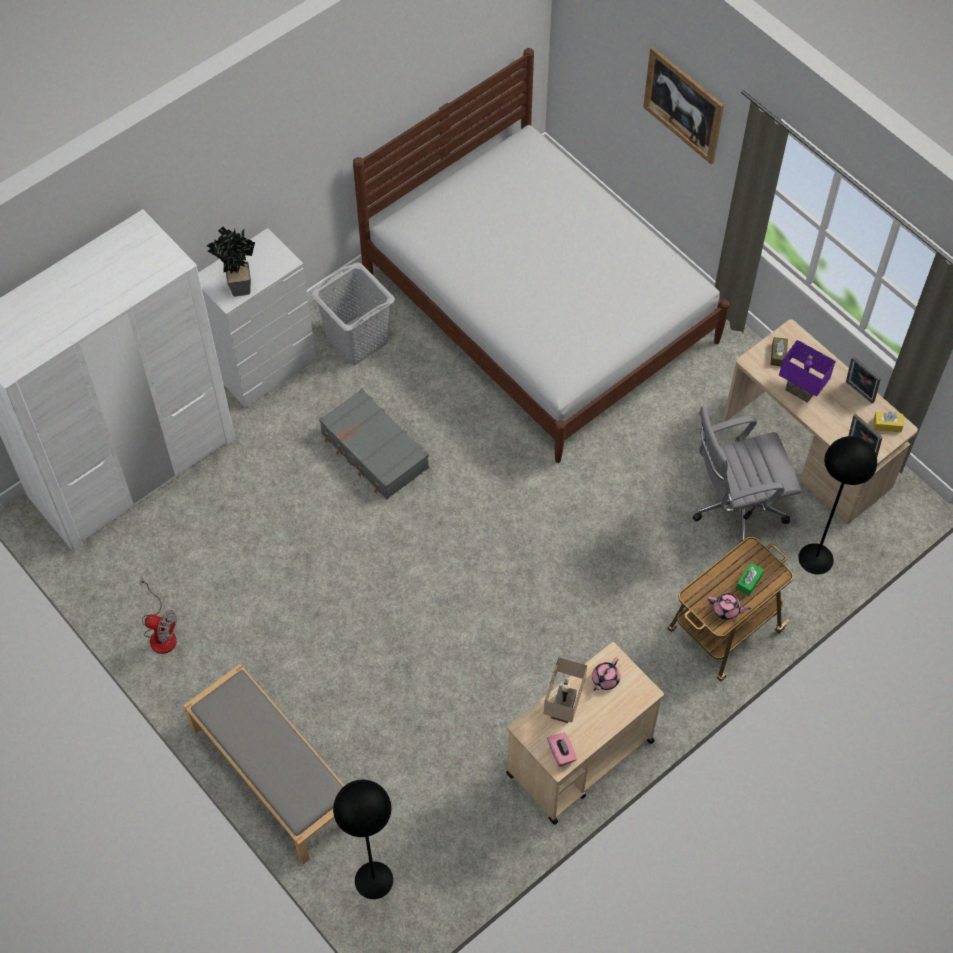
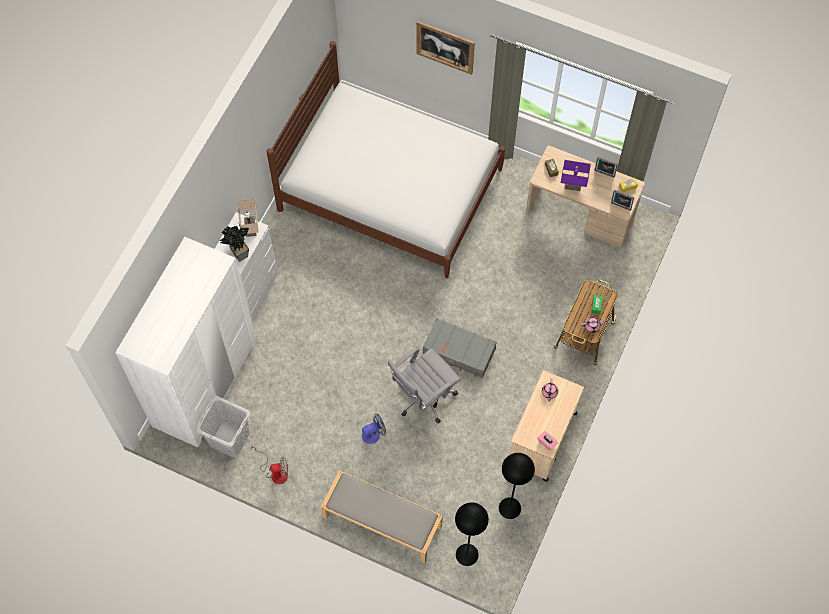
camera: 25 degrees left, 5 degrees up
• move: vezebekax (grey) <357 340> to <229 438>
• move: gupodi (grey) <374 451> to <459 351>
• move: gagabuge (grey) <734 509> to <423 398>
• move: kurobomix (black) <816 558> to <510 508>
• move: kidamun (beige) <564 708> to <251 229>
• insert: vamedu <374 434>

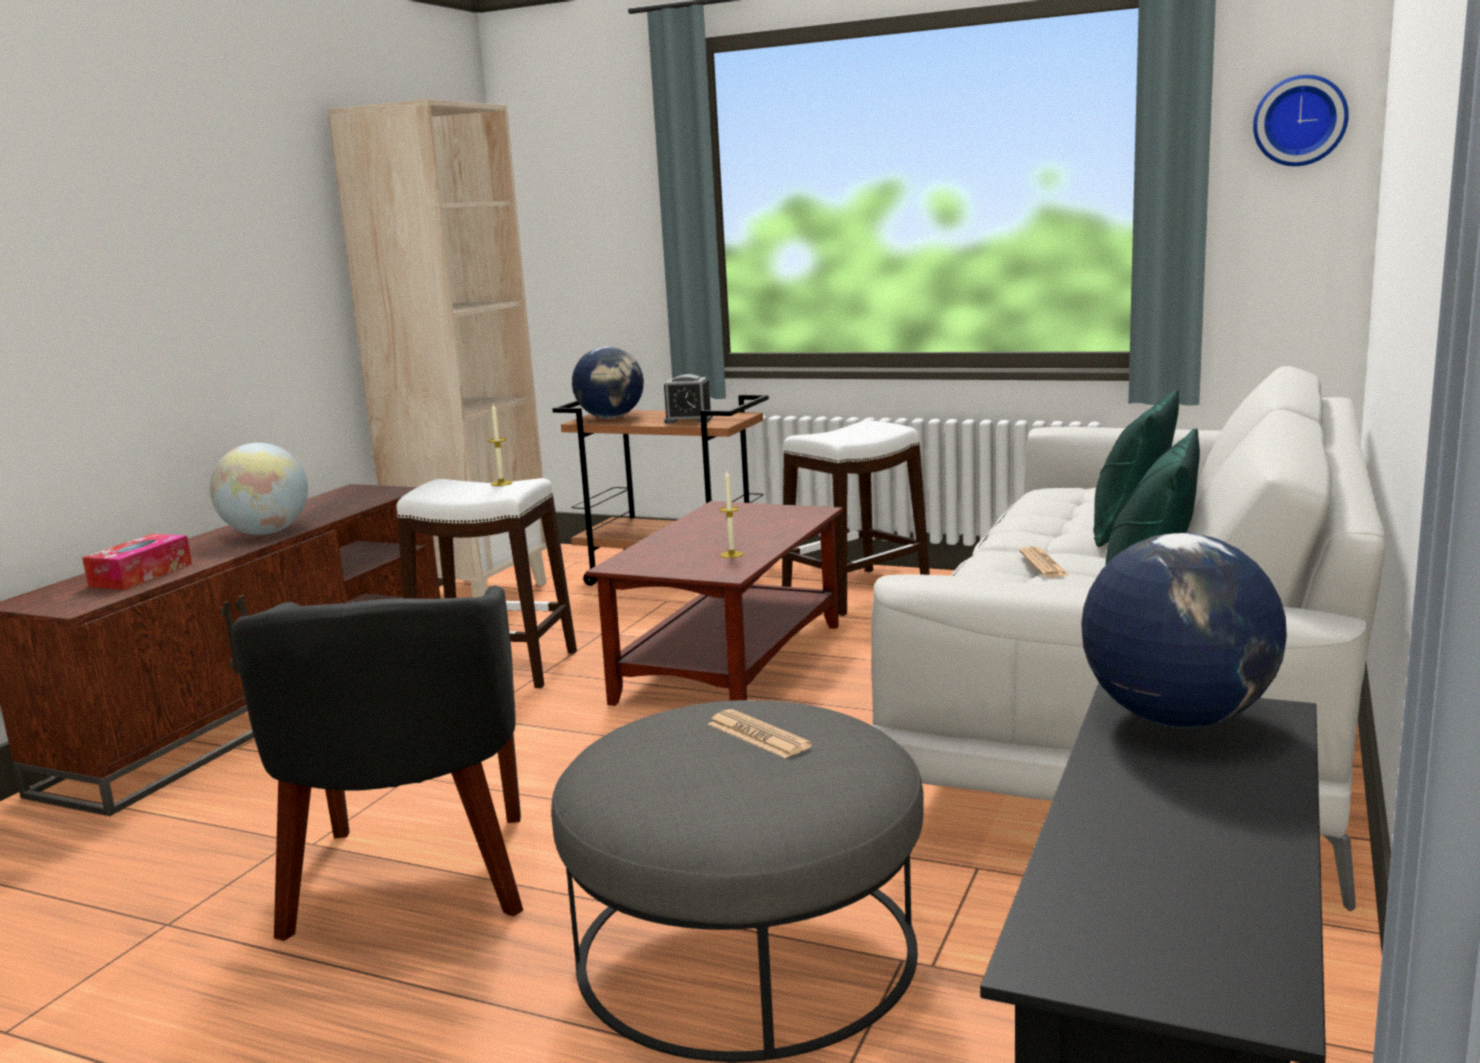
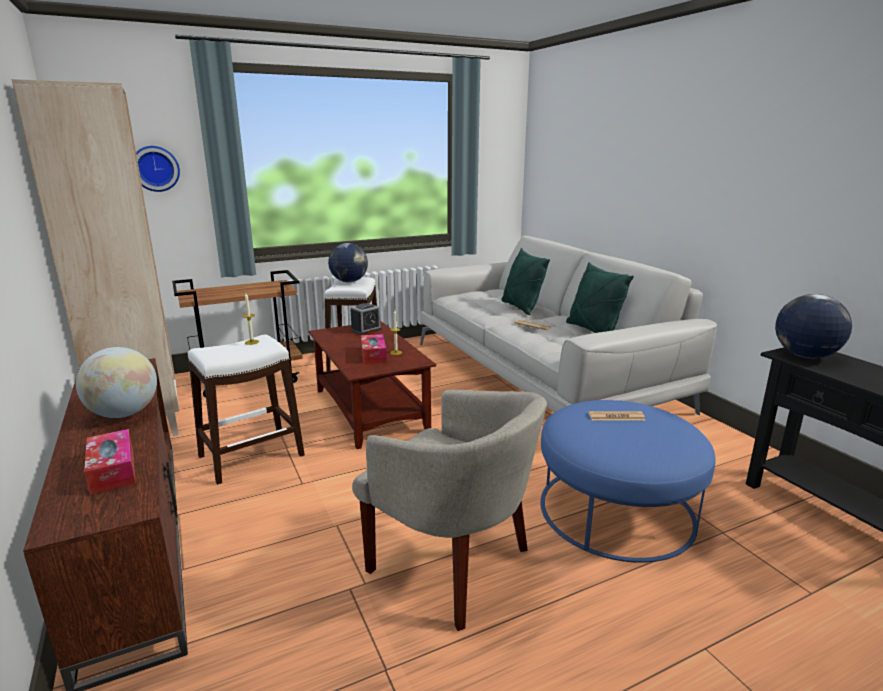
camera: 50 degrees left, 5 degrees up
• move: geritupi <1300 121> to <155 168>
• move: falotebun <611 417> to <349 281>
• move: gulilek <688 420> to <366 330>
• recolor: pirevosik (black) <412 880> to pirevosik (beige) <453 565>
• recolor: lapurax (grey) <746 949> to lapurax (blue) <616 510>
• insert: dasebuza <373 355>

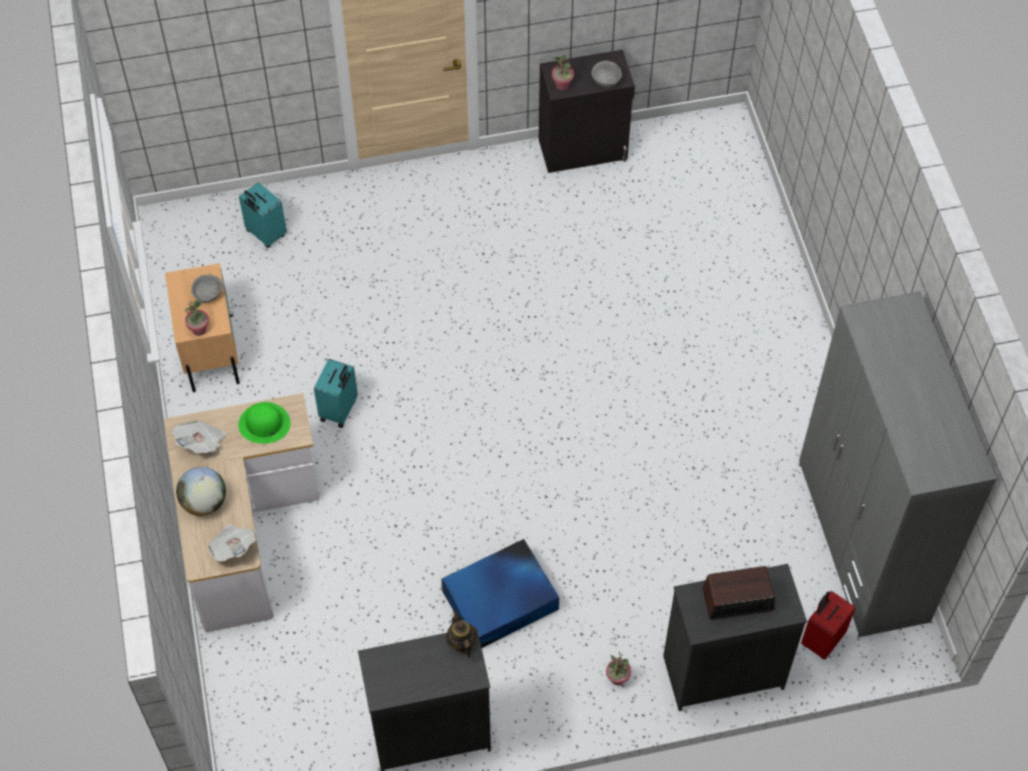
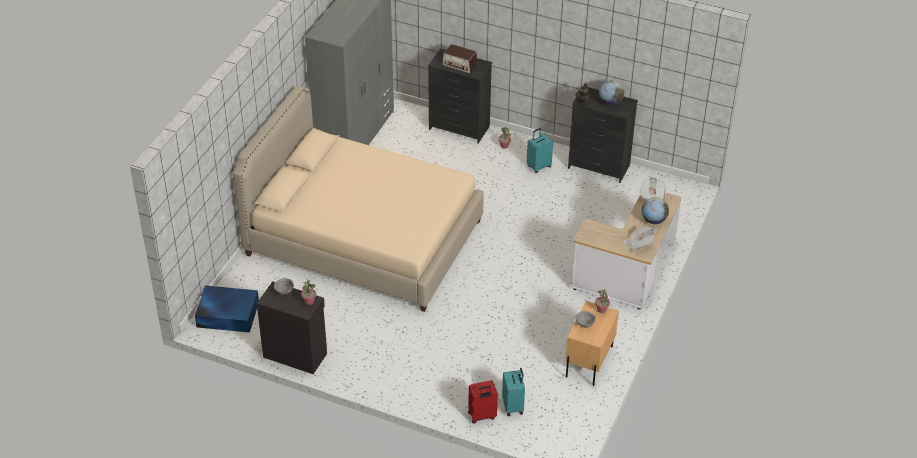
camera: 145 degrees left, 15 degrees down
• move: gupodi (turquoise) <339 410> to <538 166>
• delete: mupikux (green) <264 424>
• move: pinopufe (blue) <502 600> to <227 314>
• move: gupodi (red) <821 639> to <482 416>
• insert: falotebun <610 102>
• insert: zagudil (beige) <364 238>

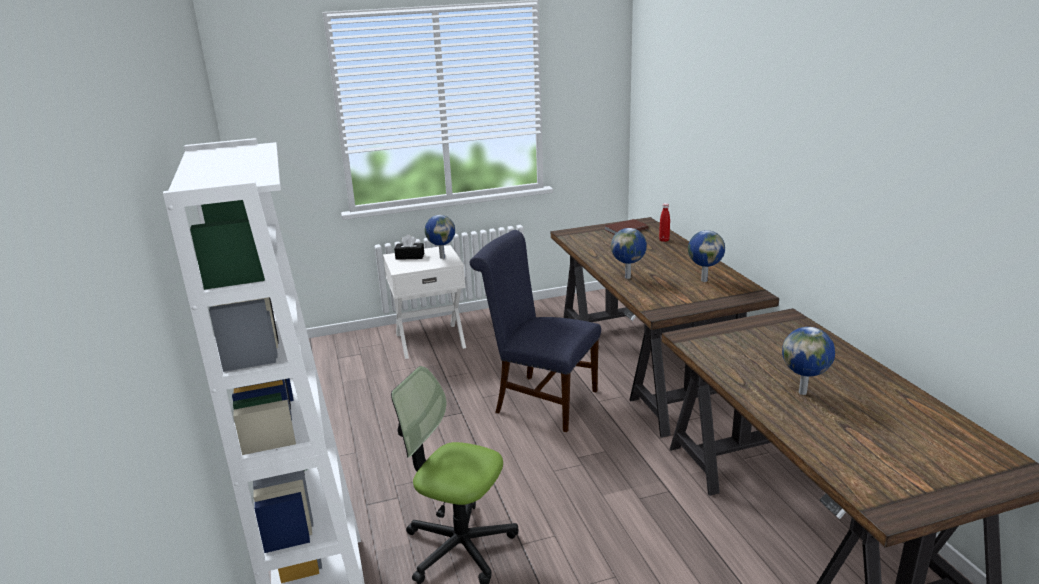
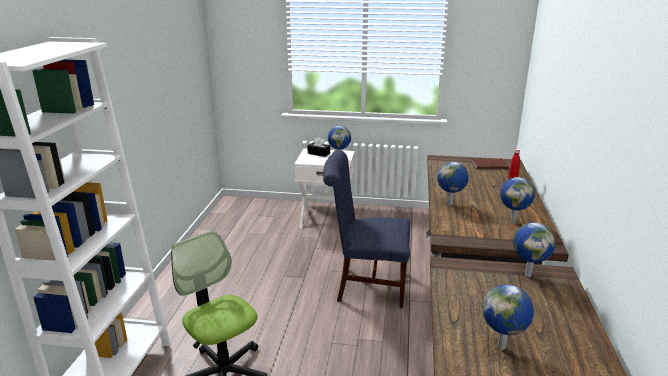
camera: 25 degrees right, 0 degrees up
• rotate: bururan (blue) <540 400> = <366 285> 45 degrees counterclockwise
• insert: falotebun <528 274>

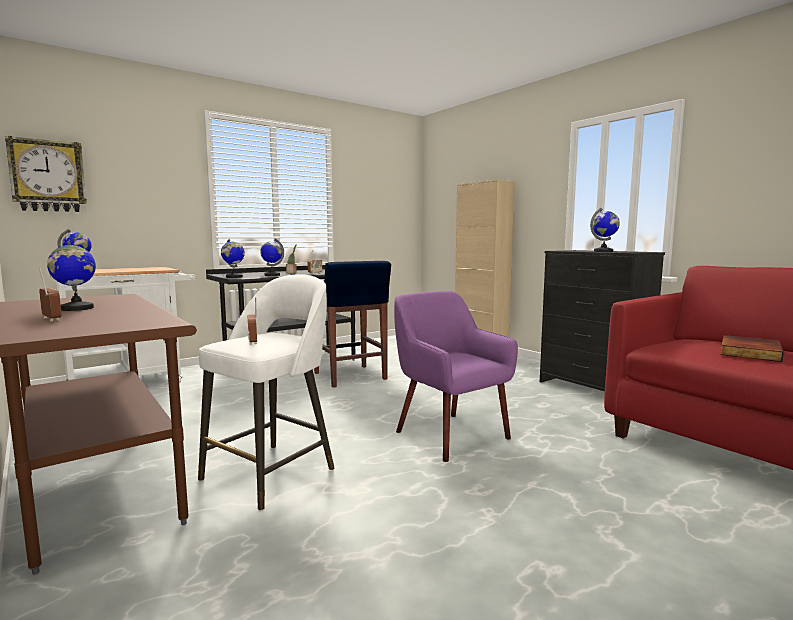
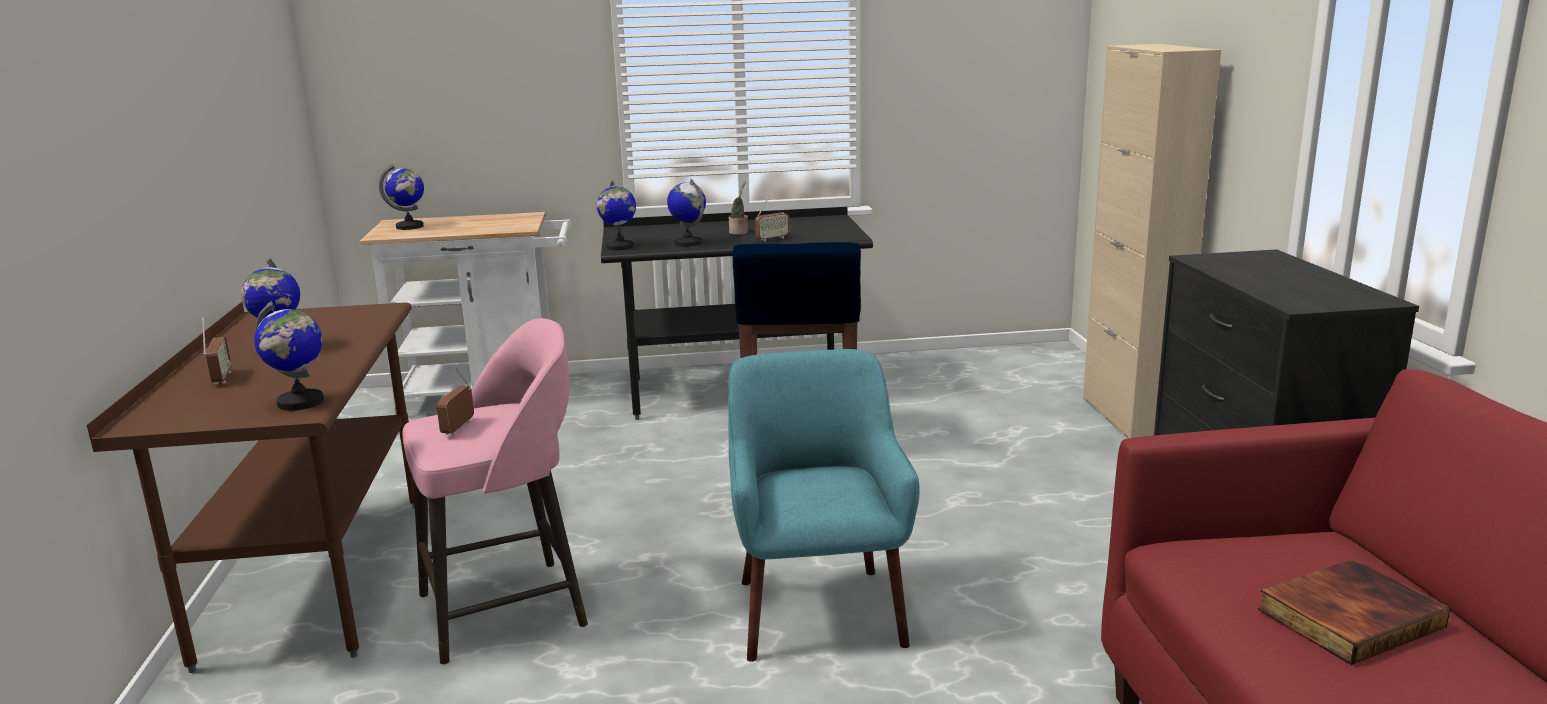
camera: 30 degrees right, 10 degrees up
• delete: geritupi <48 176>
• move: falotebun <603 251> to <300 402>
• recolor: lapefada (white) <271 472> to lapefada (pink) <508 609>
• recolor: pirevosik (purple) <450 435> to pirevosik (turquoise) <818 611>

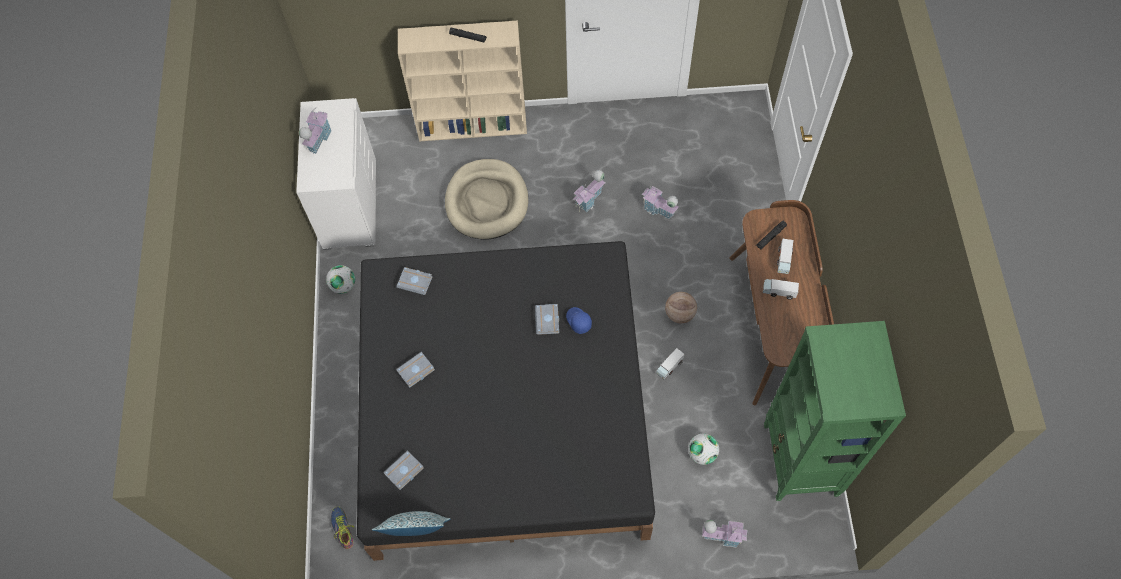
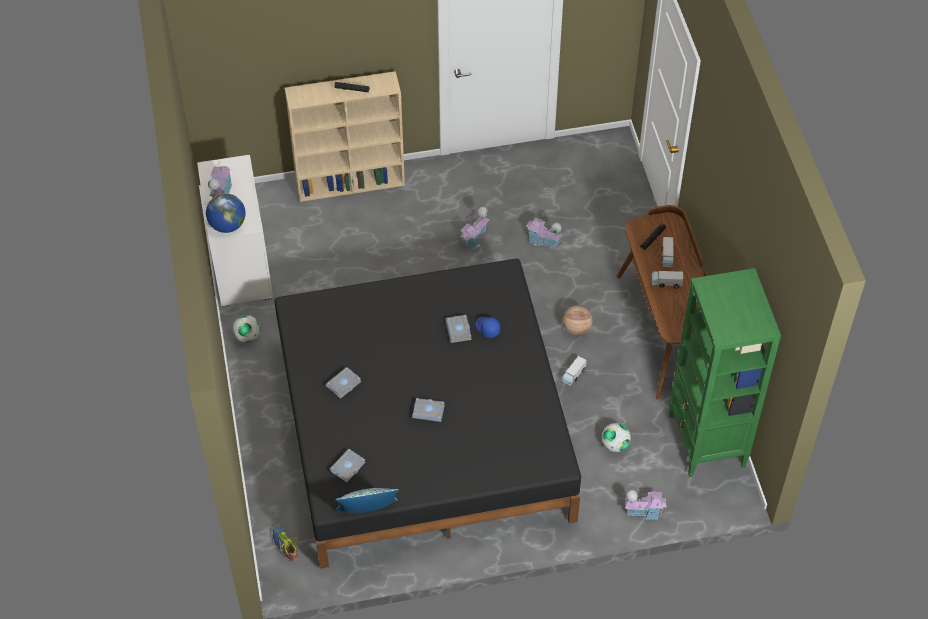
camera: 10 degrees left, 10 degrees down
• delete: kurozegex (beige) <487 201>
• move: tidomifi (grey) <416 281> to <429 411>
• insert: falotebun <227 225>

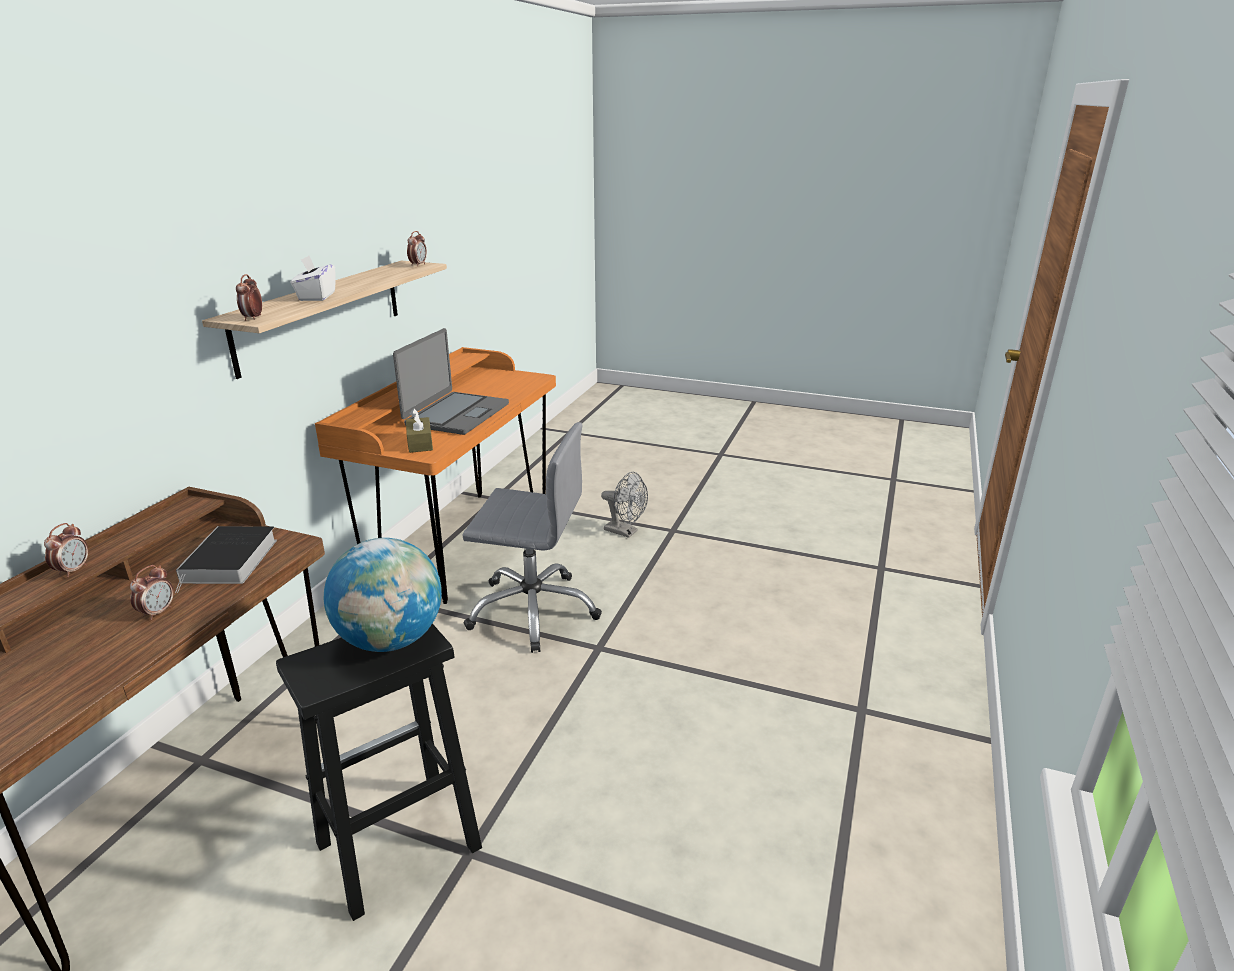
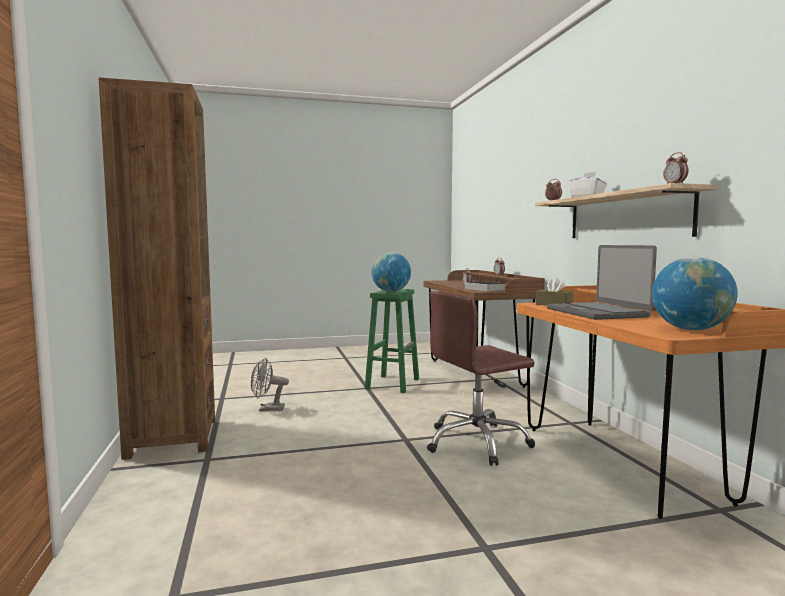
camera: 145 degrees right, 20 degrees down
• recolor: gagabuge (grey) <533 610> to gagabuge (brown) <477 443>
• move: vamedu (grey) <625 532> to <267 409>
• recolor: lapefada (black) <396 847> to lapefada (green) <392 383>
• insert: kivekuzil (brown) <172 438>
• insert: falotebun <691 329>

